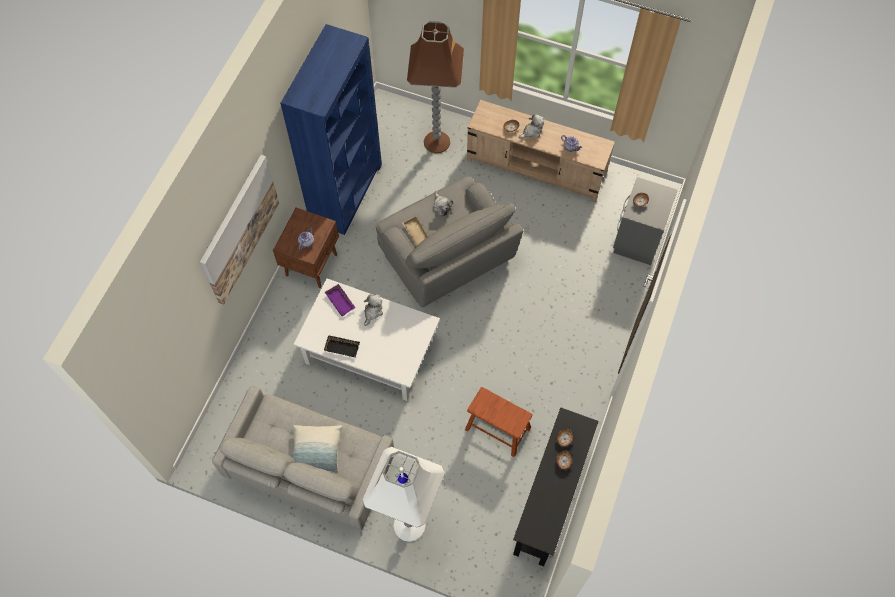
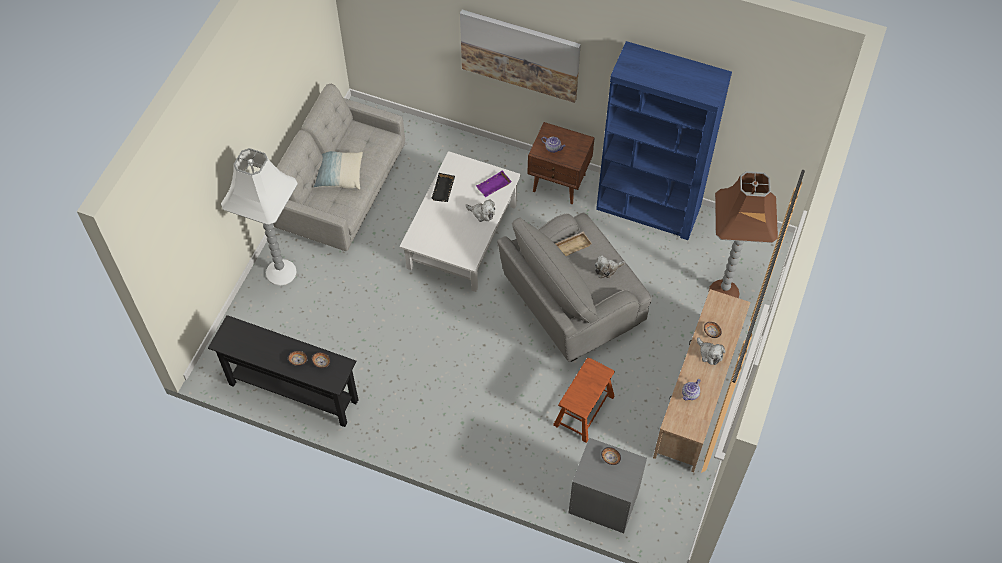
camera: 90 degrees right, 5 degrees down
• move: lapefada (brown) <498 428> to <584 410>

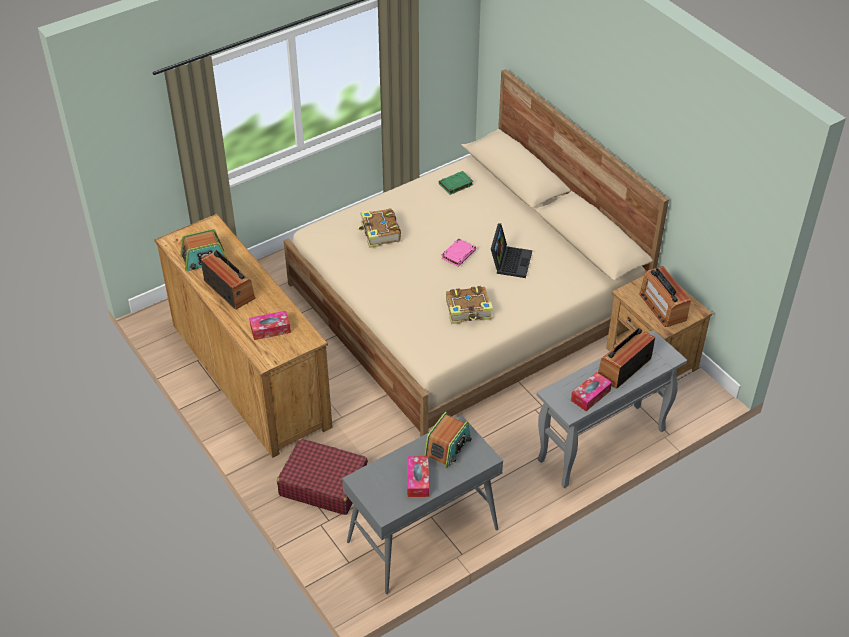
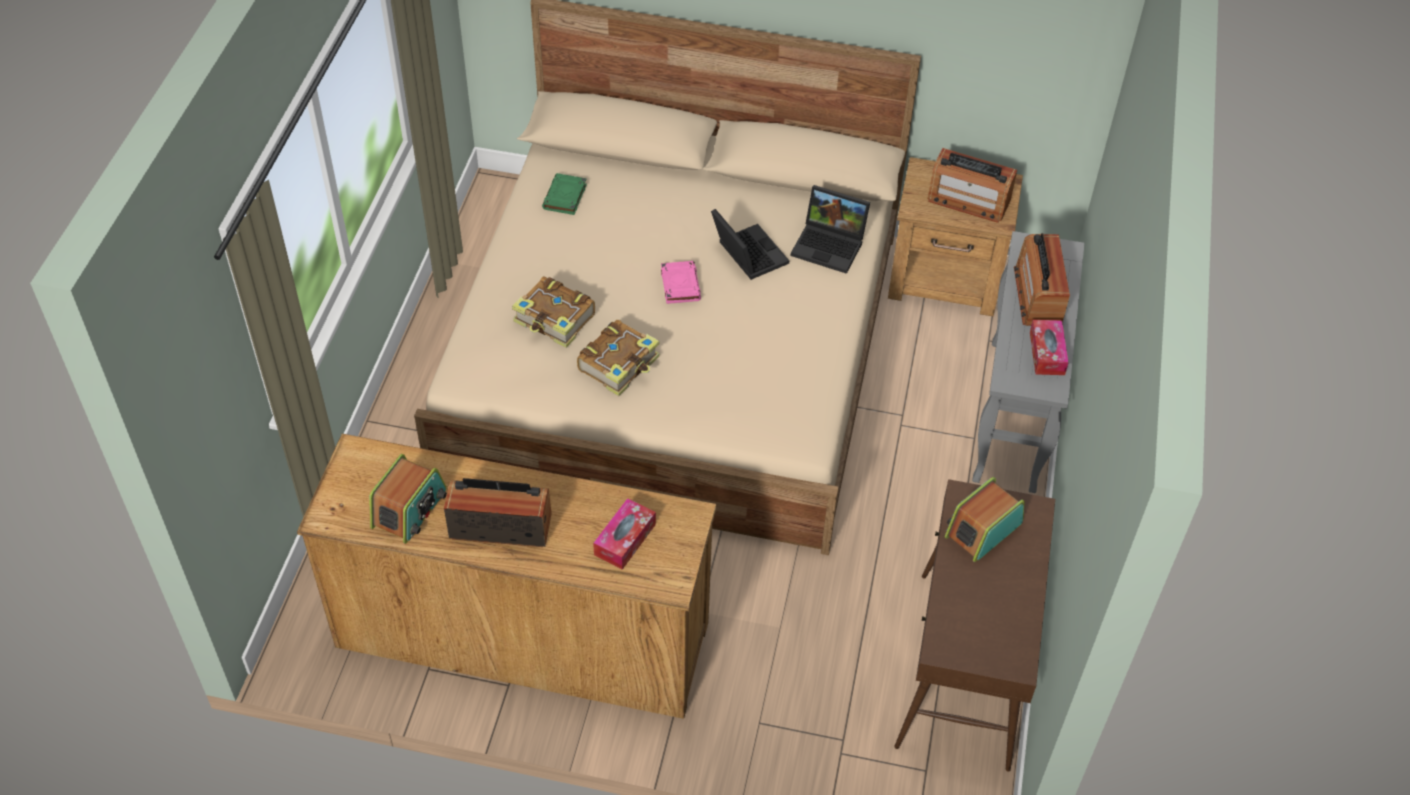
camera: 45 degrees left, 5 degrees up
• move: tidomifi <469 310> to <620 364>
• rotate: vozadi <448 447> = <982 529> 120 degrees counterclockwise
• recolor: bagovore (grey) <422 537> to bagovore (brown) <964 671>
• delete: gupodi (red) <323 484>
• delete: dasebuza <418 480>
• insert: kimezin <830 245>

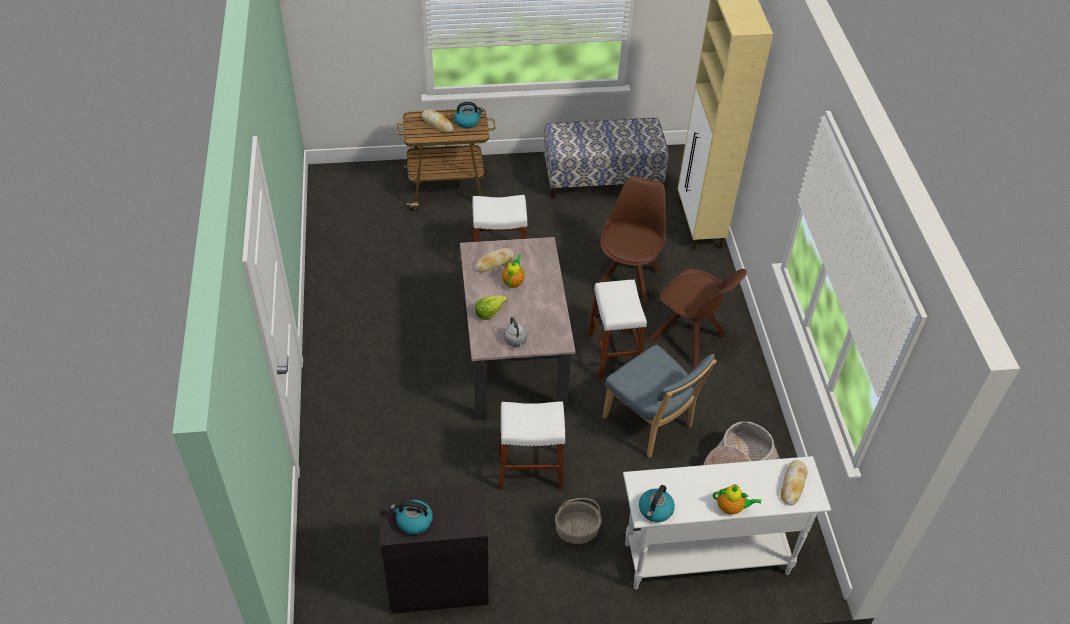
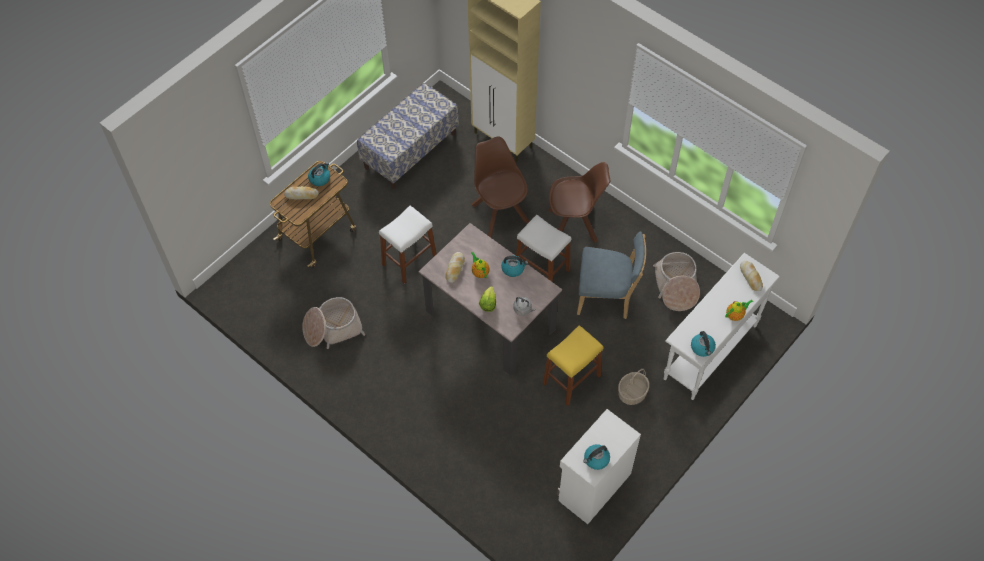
camera: 40 degrees left, 10 degrees up
• recolor: lapefada (white) <530 469> to lapefada (yellow) <571 380>
• recolor: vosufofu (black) <437 583> to vosufofu (white) <593 486>
• insert: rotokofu <513 268>
• insert: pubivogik <332 328>

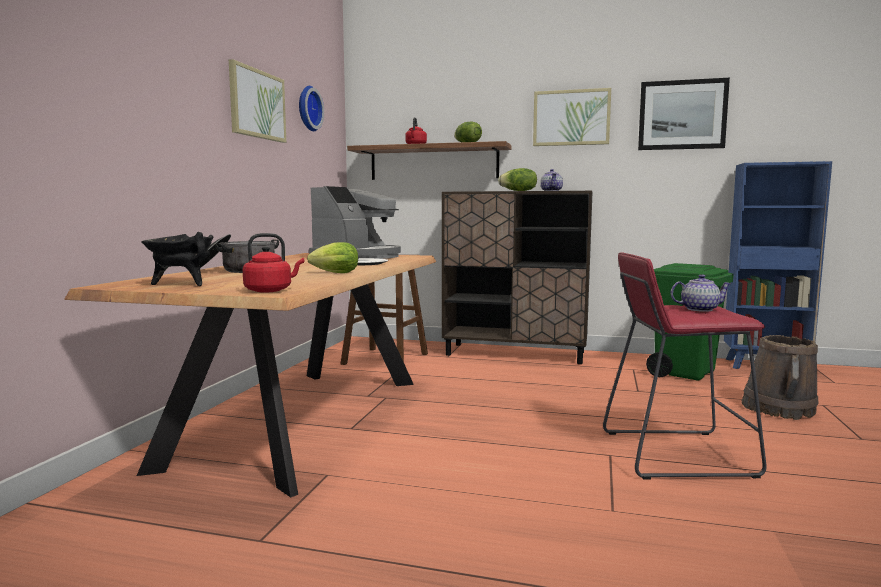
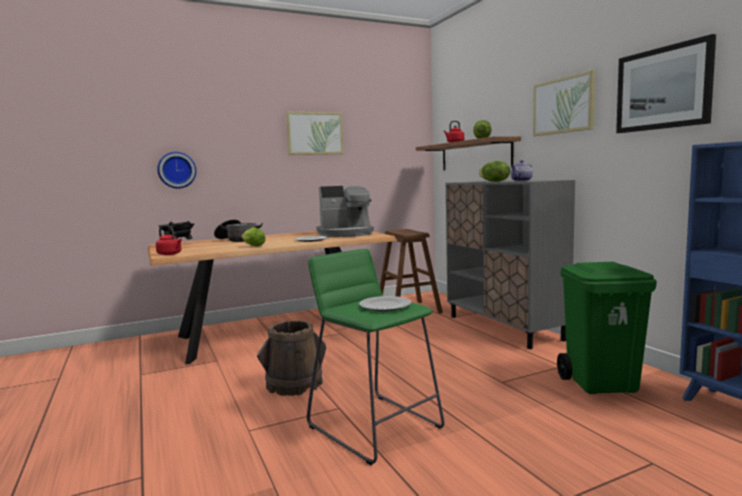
camera: 50 degrees right, 0 degrees up
• move: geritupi <307 108> to <176 170>
• recolor: vosufofu (brown) <515 353> to vosufofu (grey) <504 327>
• recolor: lapefada (red) <676 454> to lapefada (green) <375 426>
• replace: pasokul <699 309> to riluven <385 305>
• move: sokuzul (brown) <778 408> to <294 384>

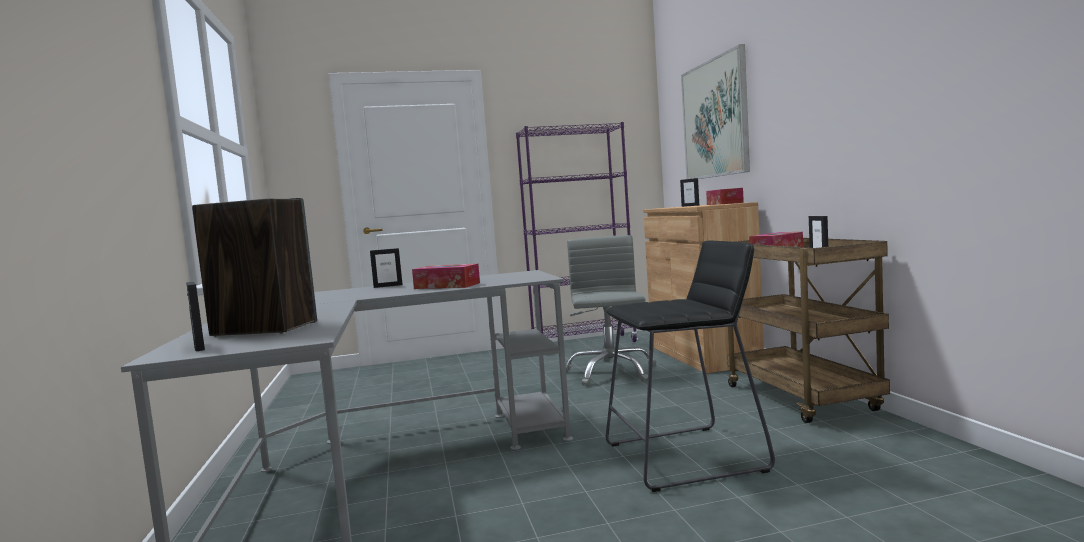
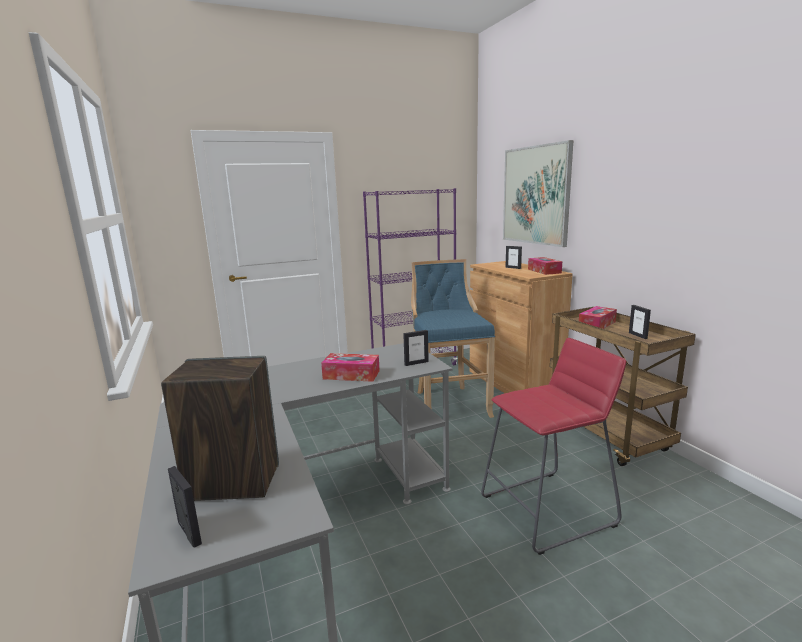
camera: 10 degrees left, 10 degrees up
• replace: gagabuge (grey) <610 372> to lapefada (blue) <449 403>
• recolor: lapefada (black) <685 457> to lapefada (red) <547 510>
• move: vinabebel <388 286> to <416 363>

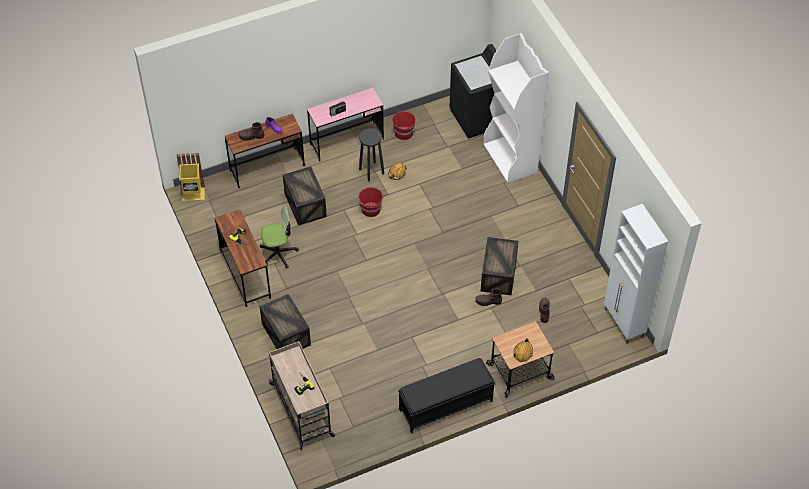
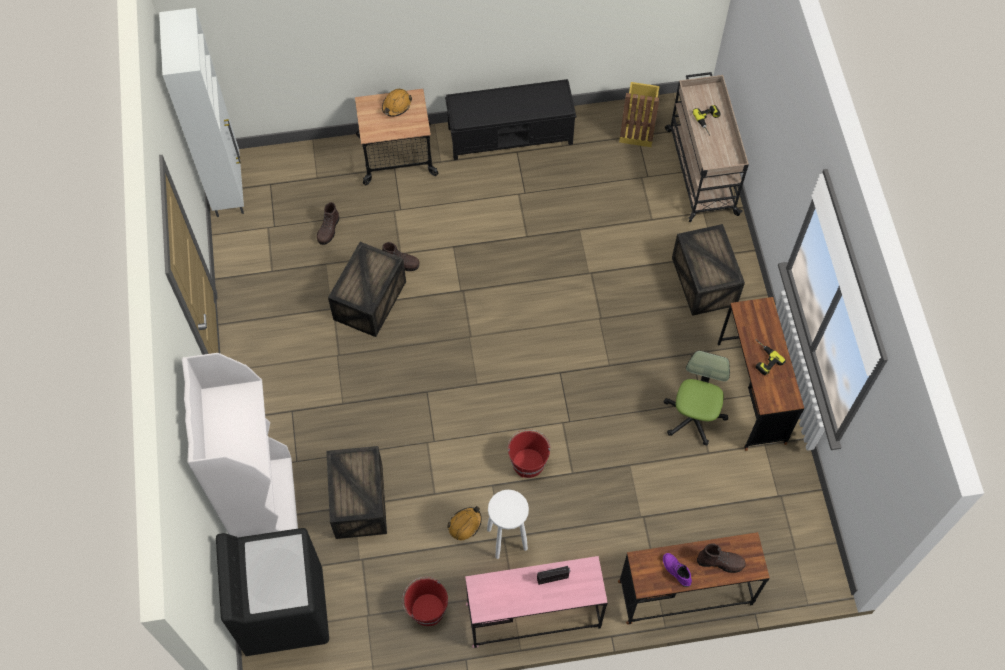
camera: 165 degrees left, 10 degrees up
• recolor: lapefada (black) <371 171> to lapefada (white) <507 539>
• move: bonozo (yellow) <193 193> to <637 131>
• move: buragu <305 205> to <358 500>
• rotate: gagabuge <278 253> = <693 417> 105 degrees clockwise

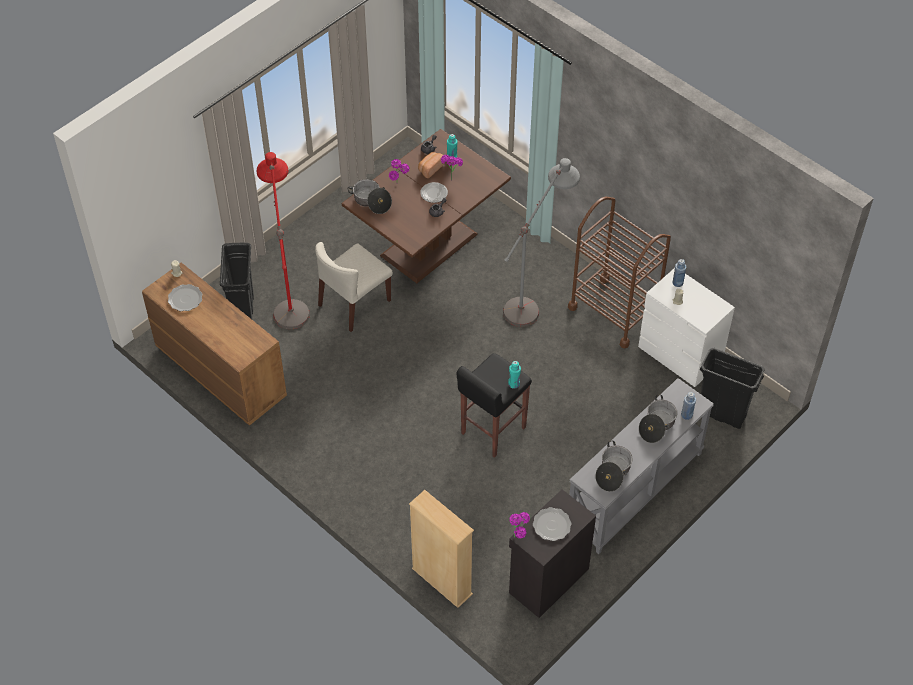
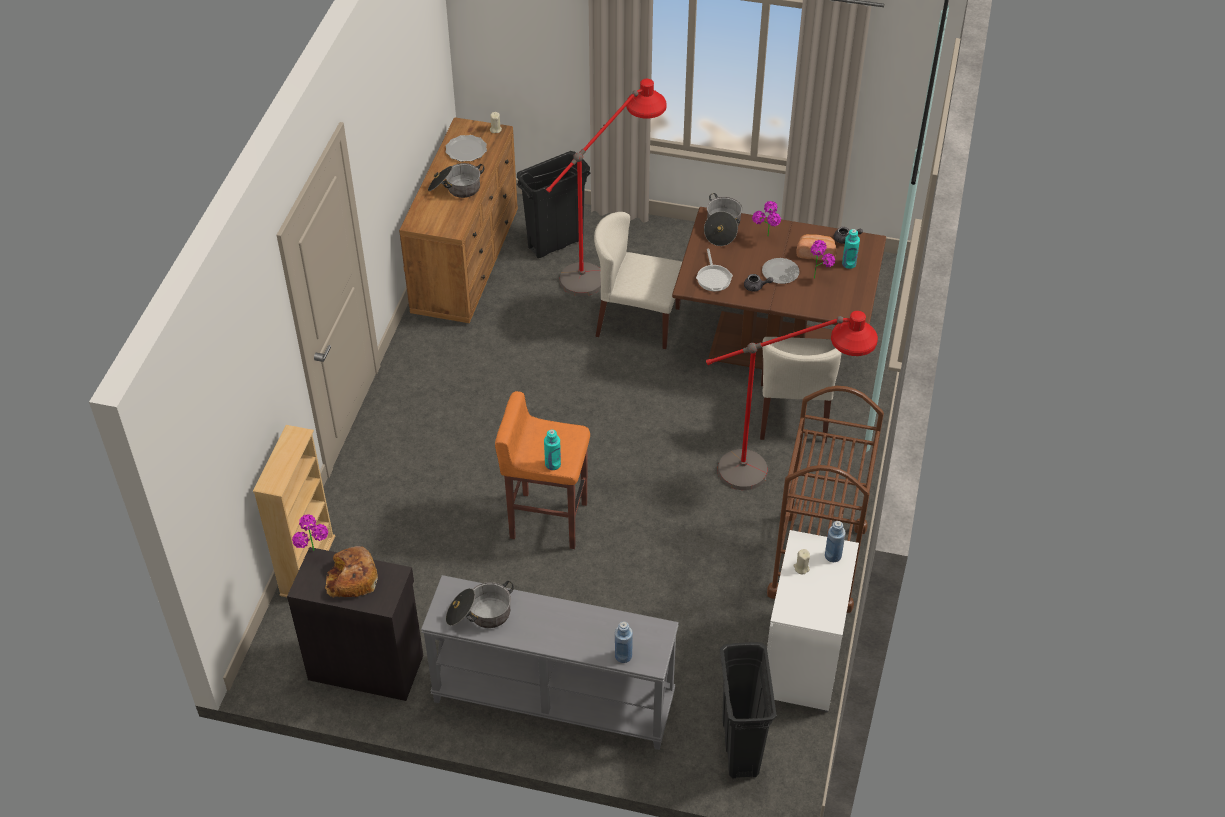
camera: 60 degrees right, 5 degrees down
• recolor: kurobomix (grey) <535 295> to kurobomix (red) <778 473>
• recolor: lapefada (black) <492 430> to lapefada (orange) <547 519>
• move: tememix <657 425> to <455 188>
• replace: riluven <552 525> to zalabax <351 579>
• insert: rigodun <713 278>
• insert: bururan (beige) <793 413>

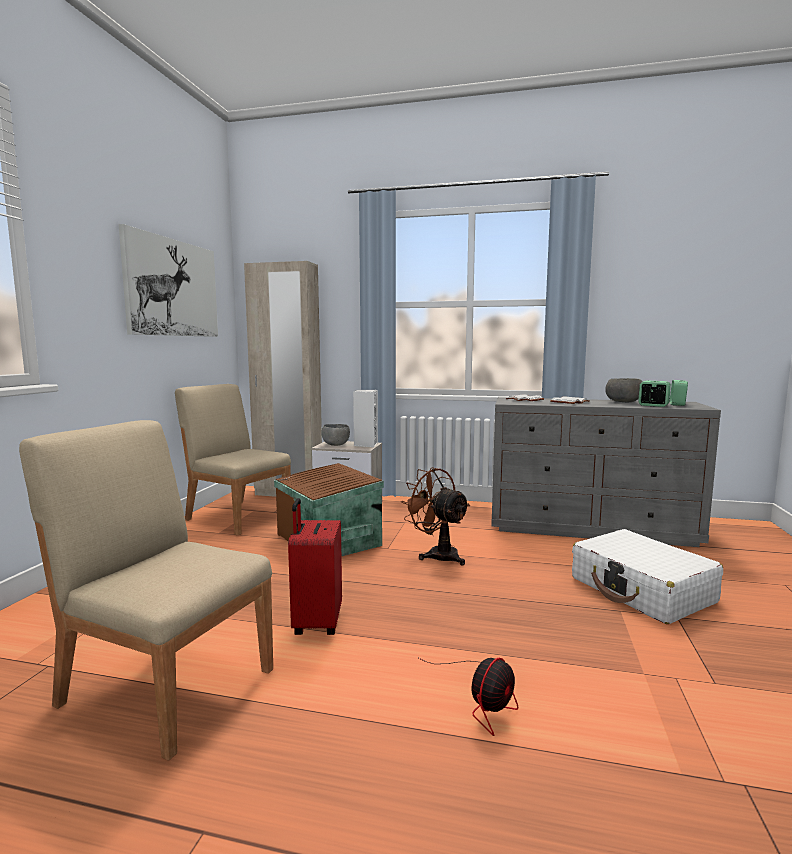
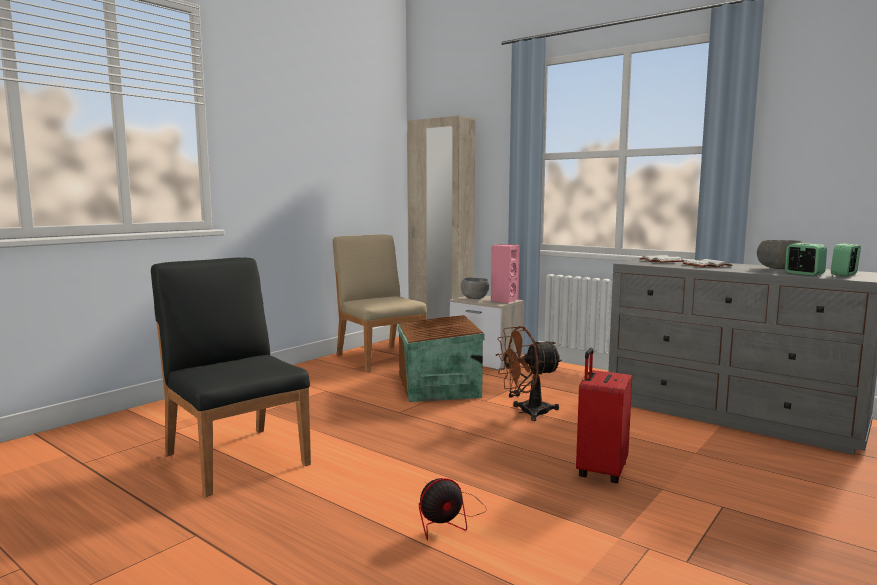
camera: 25 degrees right, 0 degrees up
• delete: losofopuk <173 288>
• recolor: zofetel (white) <366 444> to zofetel (pink) <504 300>
• recolor: bururan (beige) <167 685> to bururan (black) <236 458>
• rotate: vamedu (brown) <437 554> = <527 412> 90 degrees counterclockwise
• move: gupodi (red) <316 623> to <600 471>
• delete: gupodi (white) <642 590>

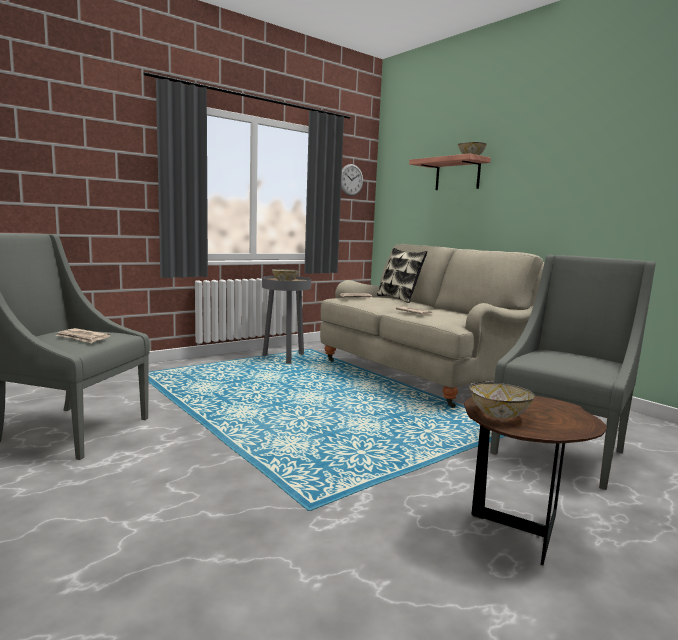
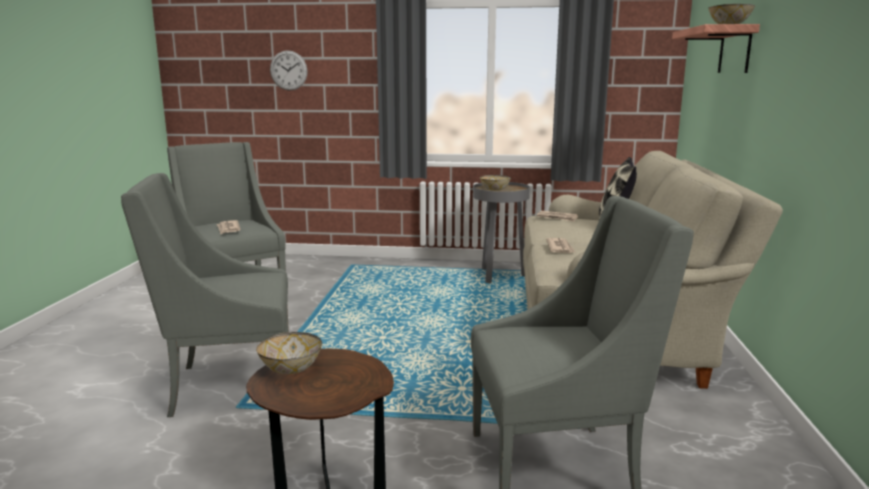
camera: 45 degrees right, 5 degrees up
• move: geritupi <351 180> to <288 70>
• insert: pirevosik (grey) <228 385>

